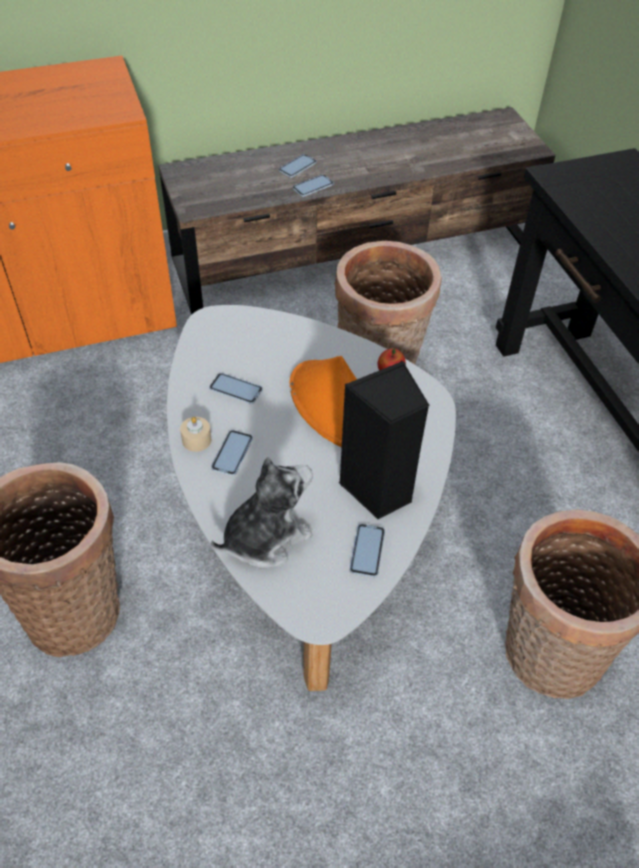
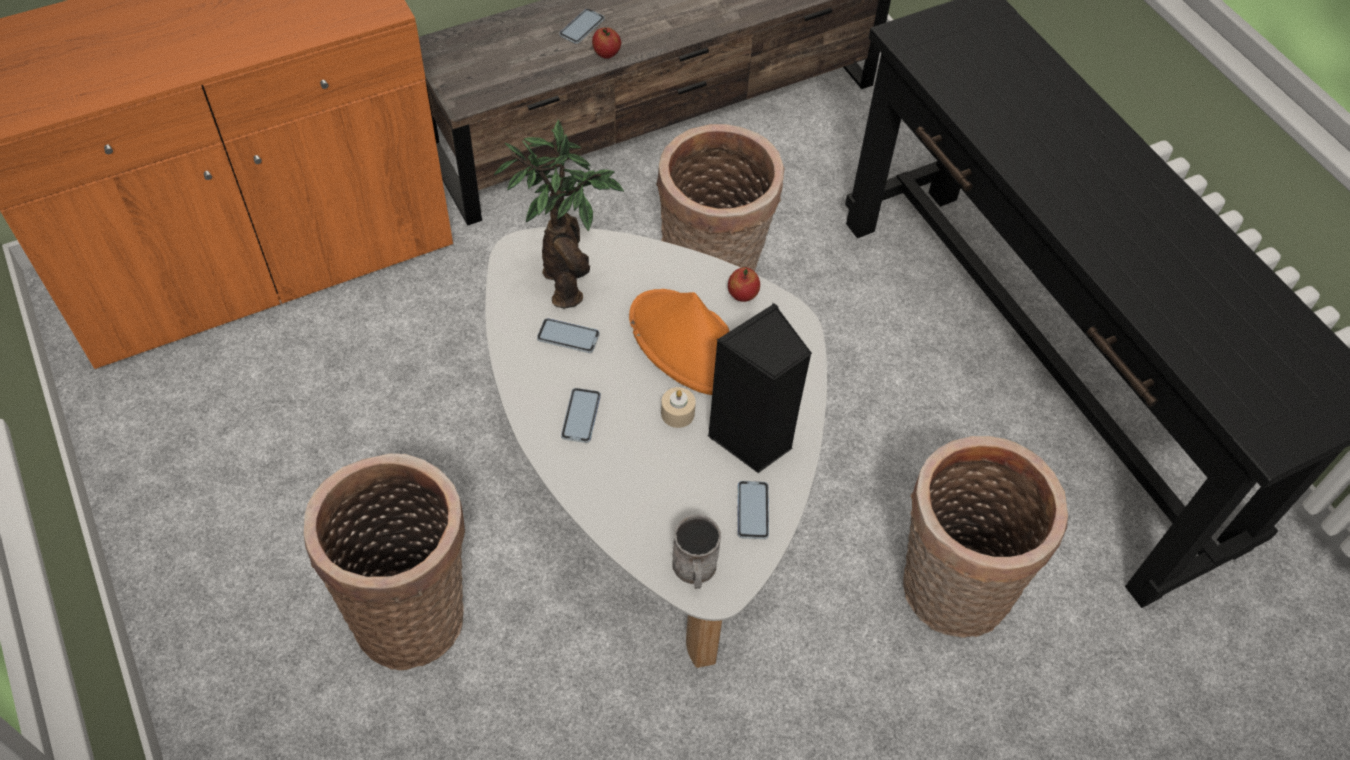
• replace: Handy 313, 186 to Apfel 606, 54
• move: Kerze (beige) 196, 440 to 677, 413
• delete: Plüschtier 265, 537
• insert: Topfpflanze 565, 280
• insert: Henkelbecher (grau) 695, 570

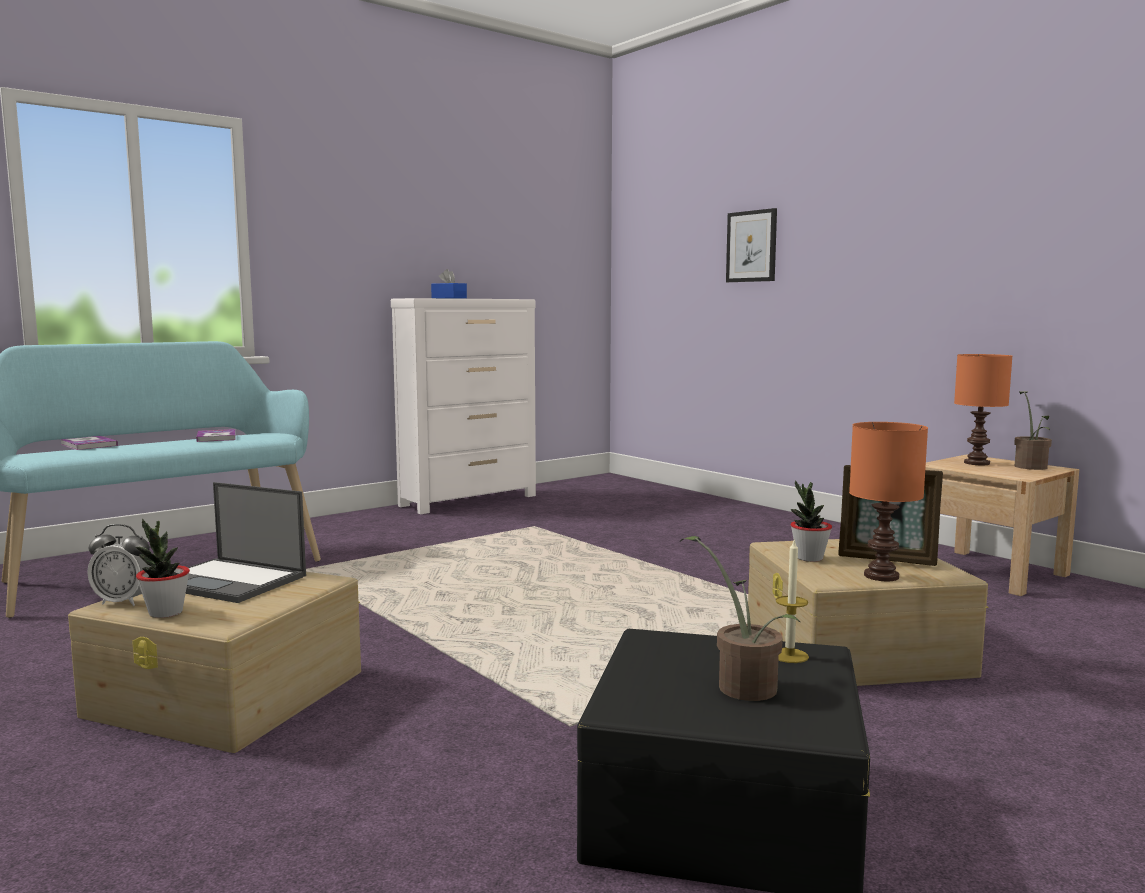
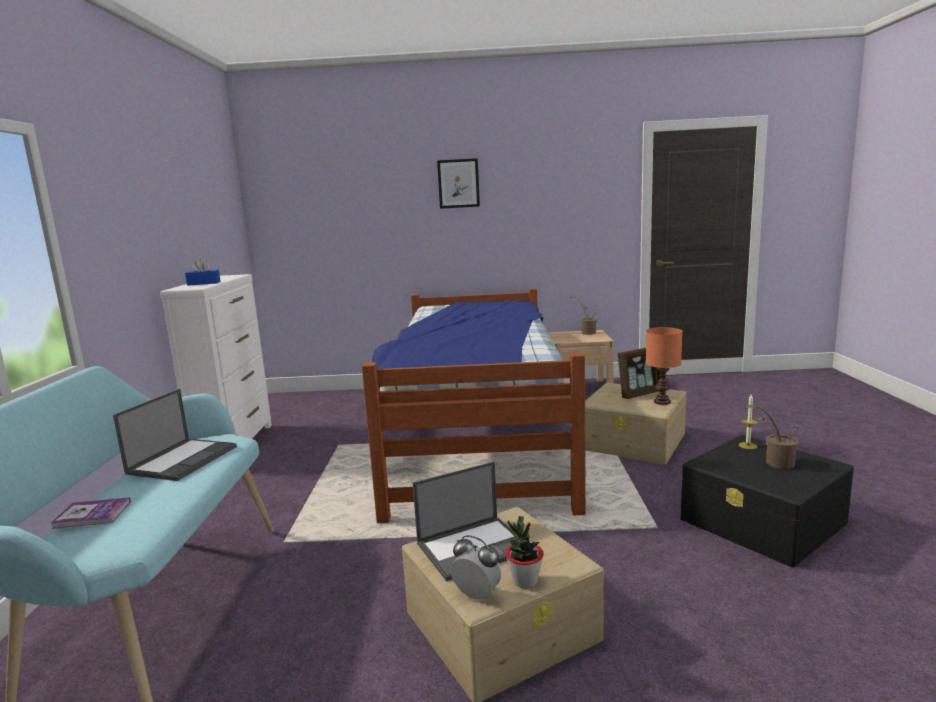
• move: Bild 751, 246 to 458, 183
• delete: Tischlampe (orange) 978, 463
• replace: Buch 216, 437 to Laptop 183, 459
• delete: Topfpflanze 809, 558
• rotate: Wecker 124, 602 = 477, 595 105 degrees counterclockwise
• insert: Bett 477, 434

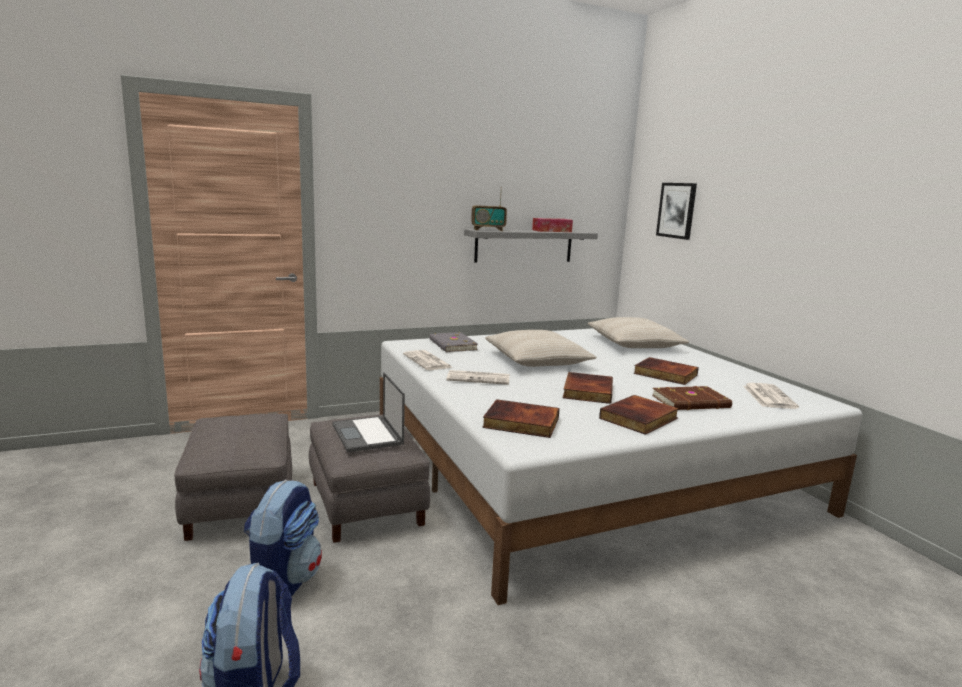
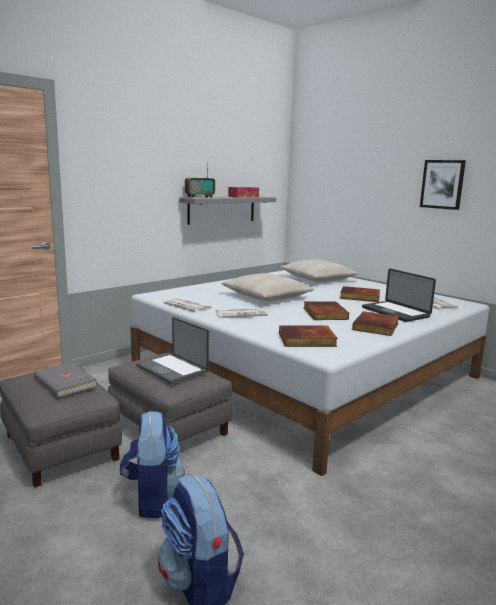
• move: Bild 677, 210 to 442, 184
• move: Buch (grau) 452, 345 to 64, 383
• replace: Buch (braun) 691, 402 to Laptop 395, 312

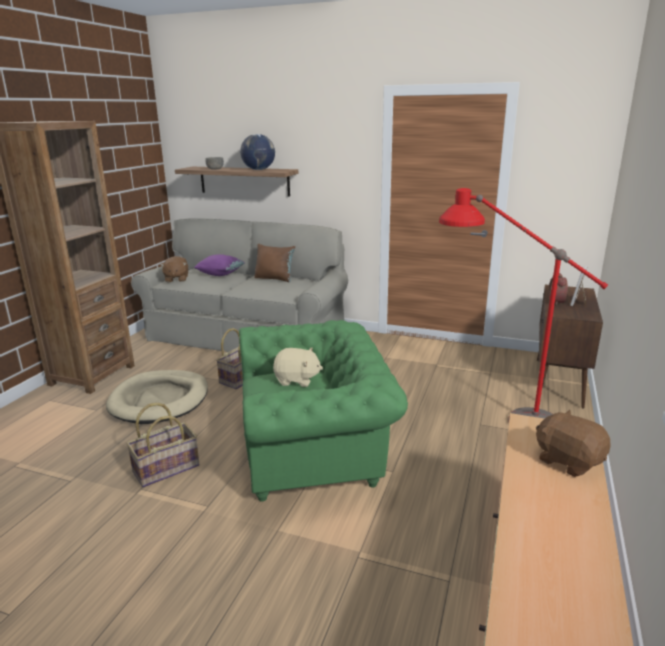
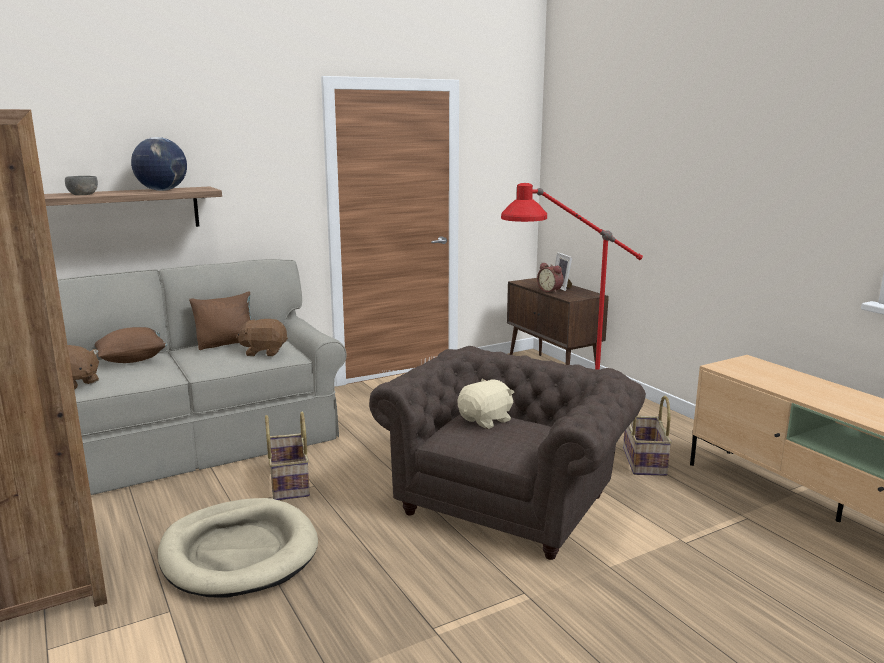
• recolor: Kissen (lila) 220, 274 to Kissen (braun) 132, 360
• recolor: Sessel (grün) 316, 452 to Sessel (braun) 508, 501
• move: Korb 166, 468 to 643, 461
• move: Plüschtier (braun) 568, 461 to 264, 352

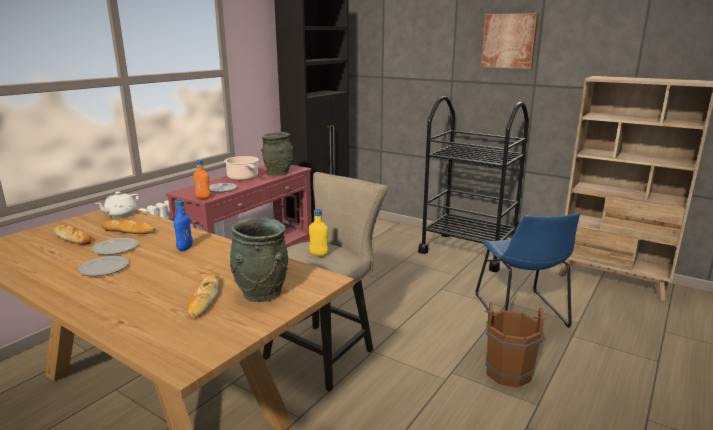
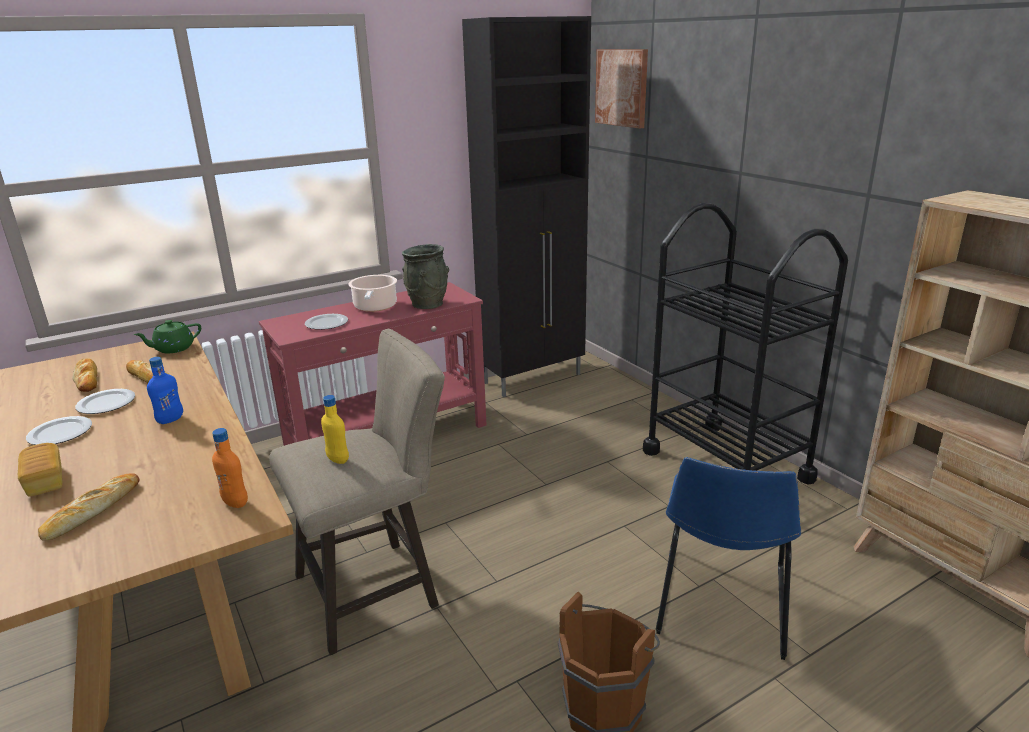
• move: Bild 509, 41 to 622, 87
• move: Flasche (orange) 203, 198 to 235, 502
• recolor: Teekanne (weiß) 120, 214 to Teekanne (grün) 173, 349
• delete: Vase (grau) 261, 293
• insert: Brot 45, 481

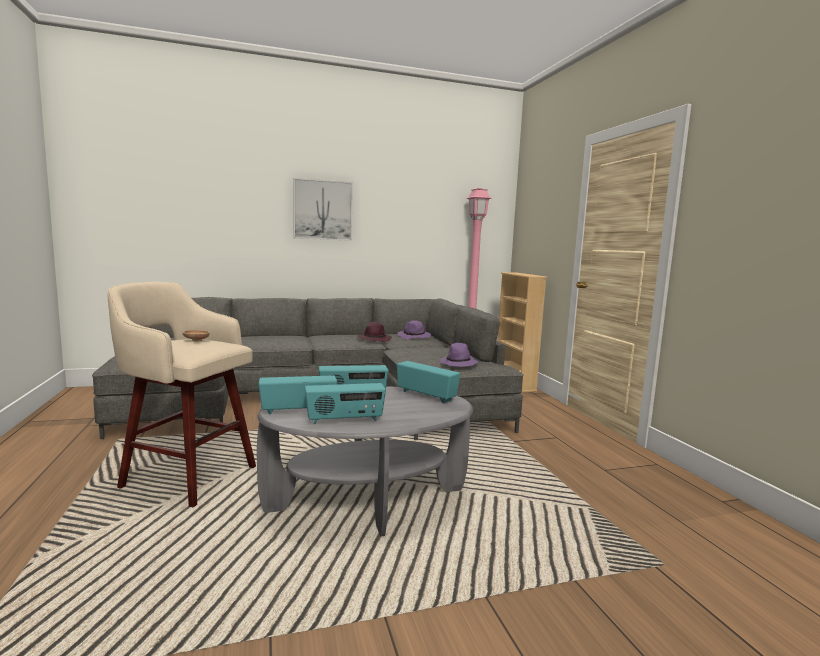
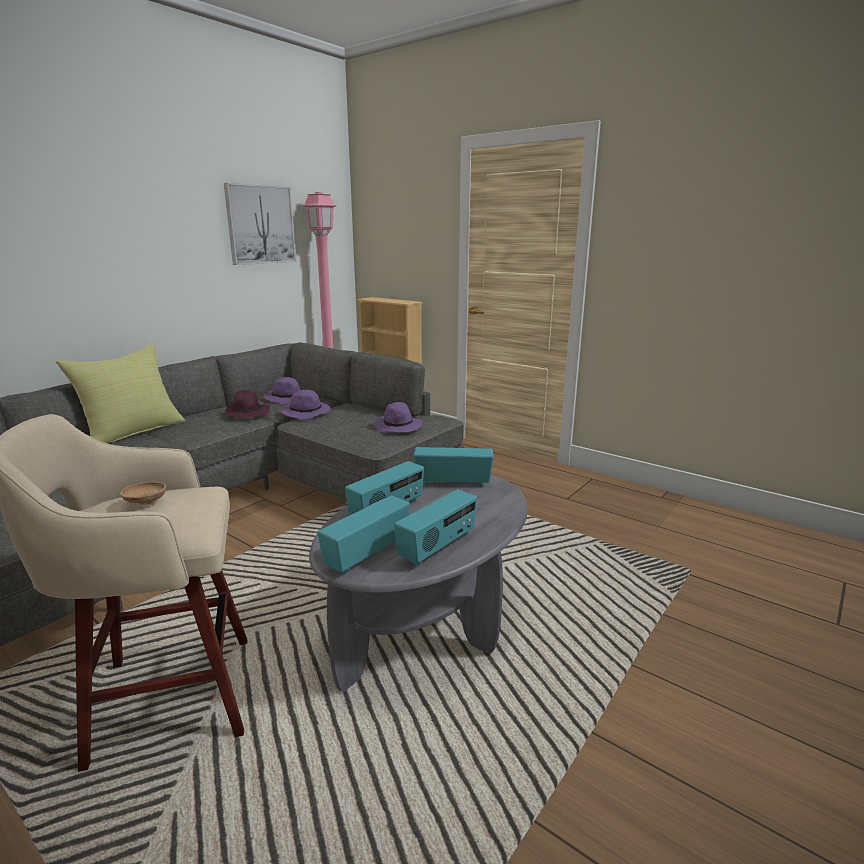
• move: Bild 322, 210 to 260, 225
• insert: Kissen (gelb) 133, 432
• insert: Hut (lila) 307, 413

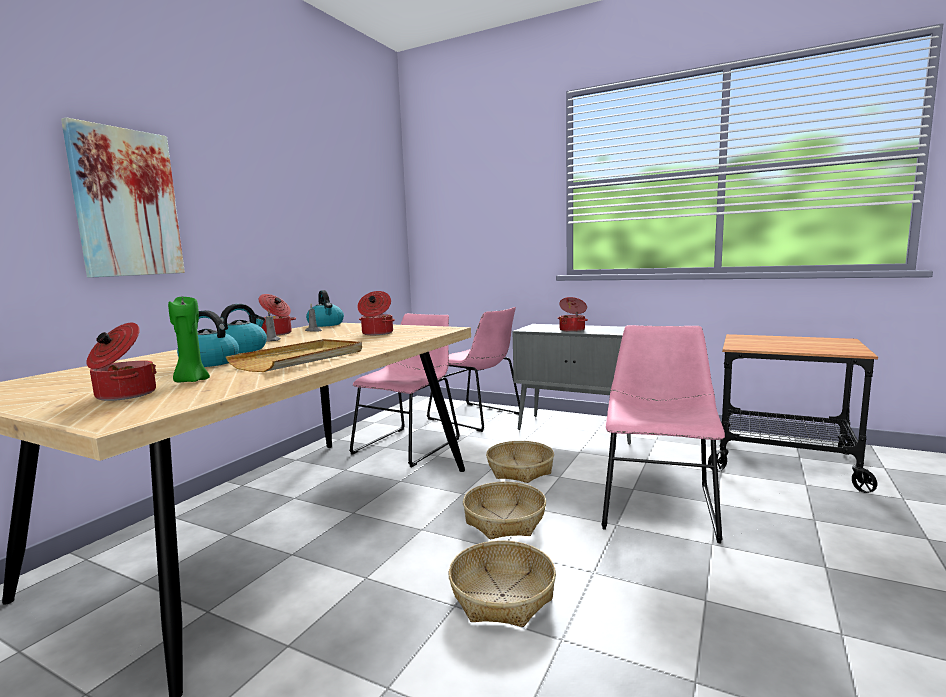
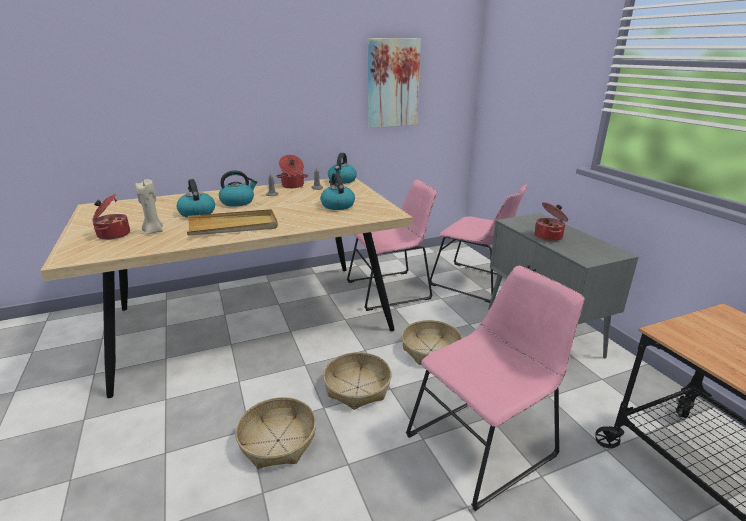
• move: Bild 126, 203 to 392, 83
• replace: Kochtopf 377, 333 to Wasserkessel 337, 205
• recolor: Kerze (grün) 191, 381 to Kerze (beige) 153, 231
• rotate: Stuhl (rosa) 477, 417 = 475, 283 45 degrees counterclockwise

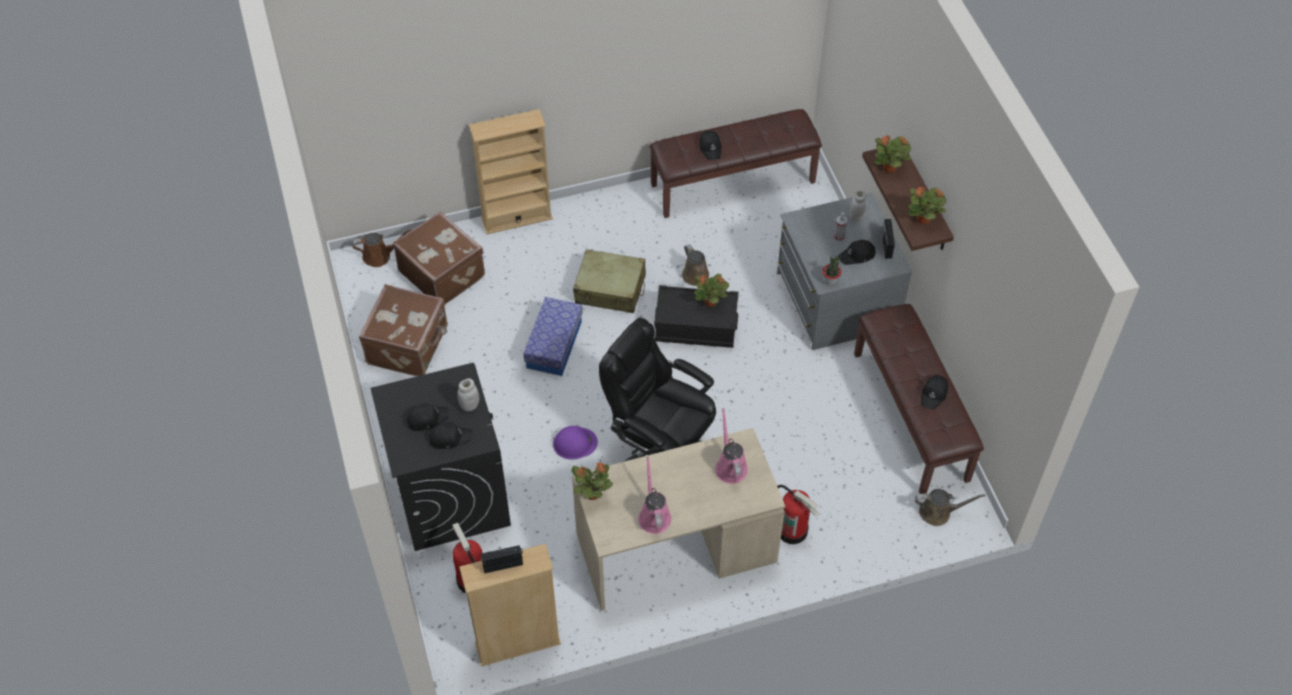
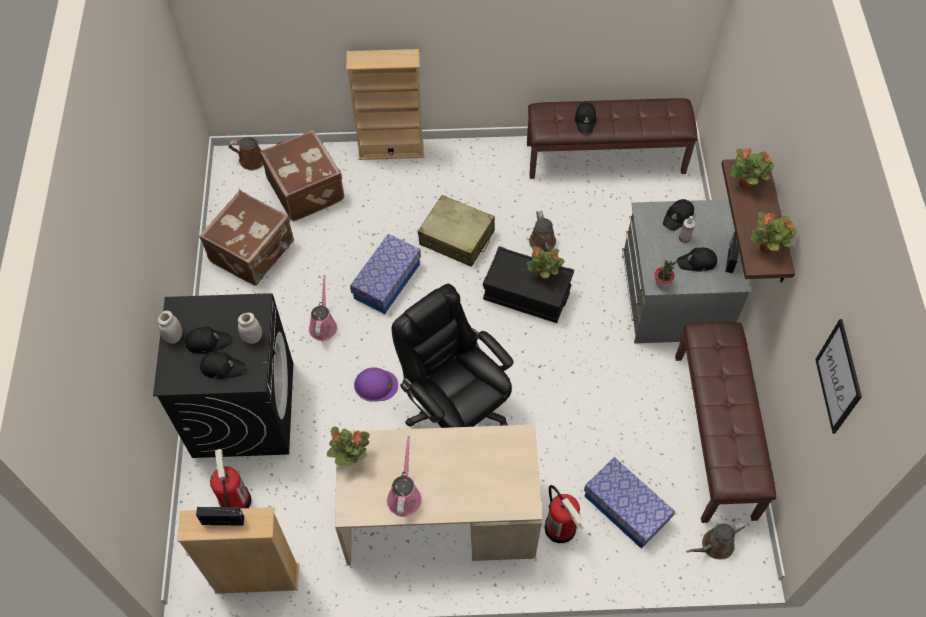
• move: Vorratsglas (weiß) 856, 217 to 174, 337
• move: Kappe (schwarz) 934, 394 to 678, 217
• move: Gießkanne (rosa) 730, 466 to 323, 325
• rotate: Gießkanne (braun) 938, 512 = 714, 546 135 degrees clockwise
• insert: Bild 838, 377
• insert: Aufbewahrungsbox 626, 508

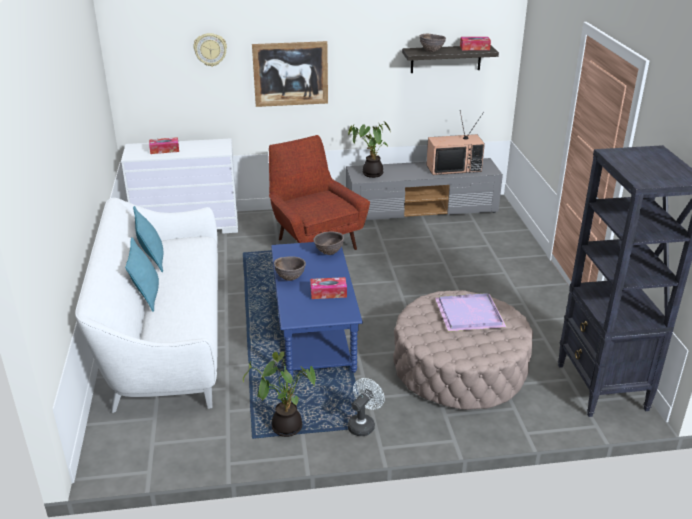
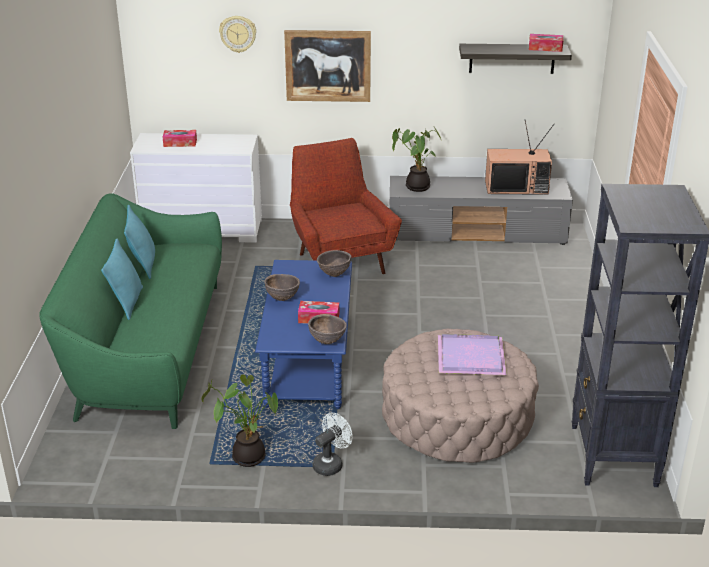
• move: Schüssel (braun) 431, 51 to 327, 341
• recolor: Sofa (weiß) 165, 336 to Sofa (grün) 147, 349

